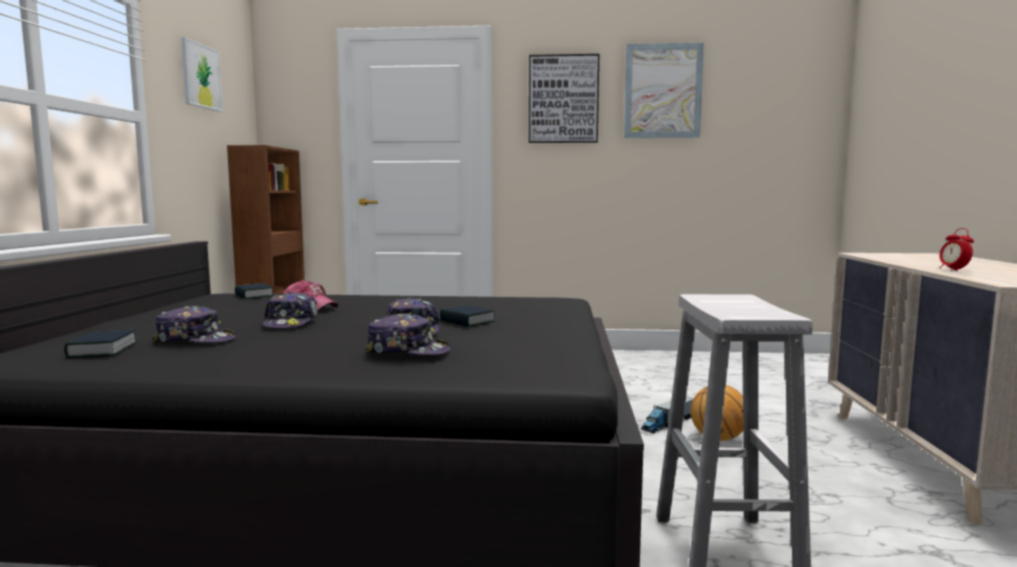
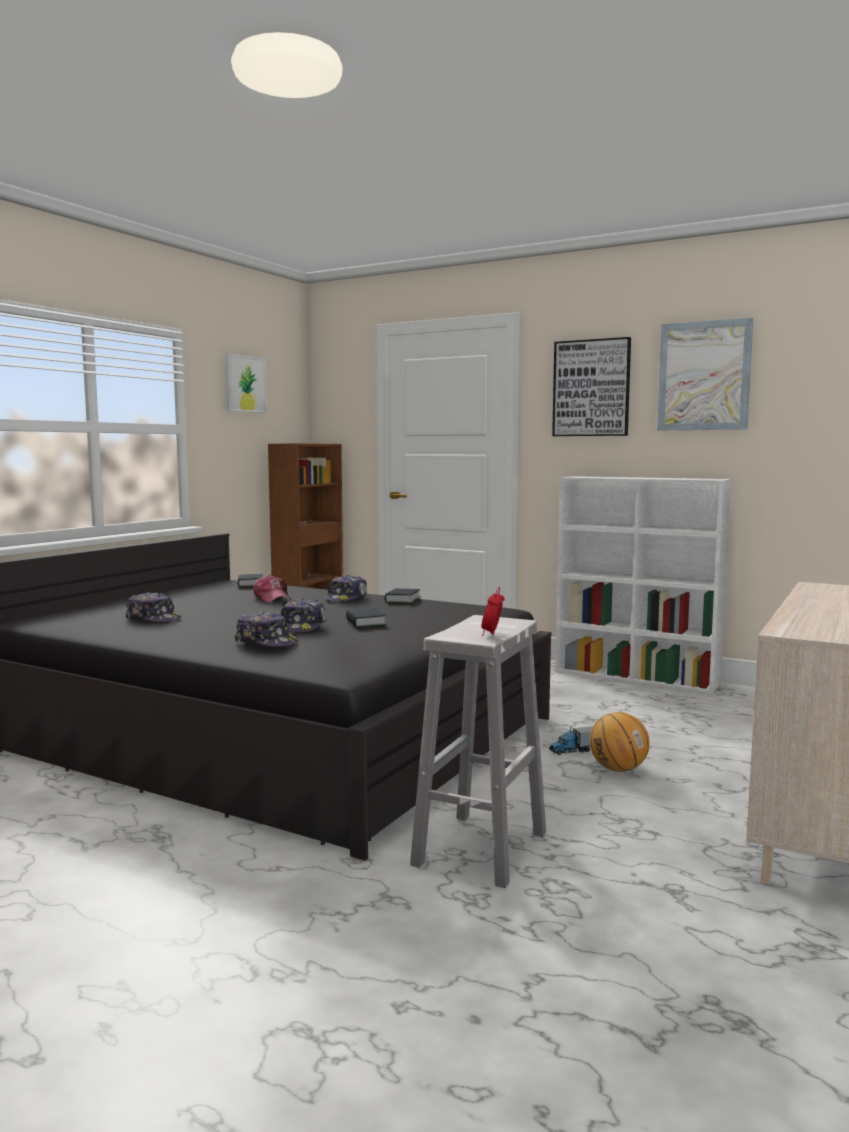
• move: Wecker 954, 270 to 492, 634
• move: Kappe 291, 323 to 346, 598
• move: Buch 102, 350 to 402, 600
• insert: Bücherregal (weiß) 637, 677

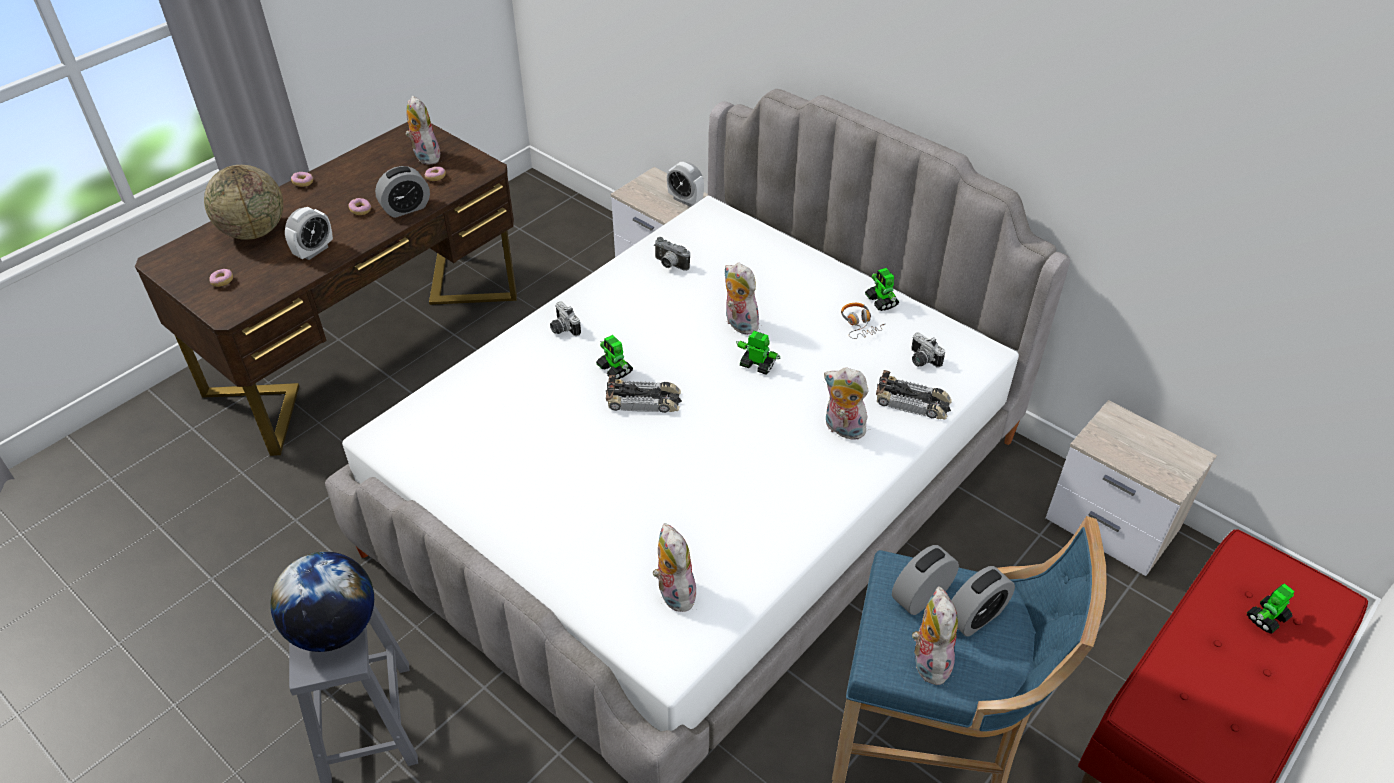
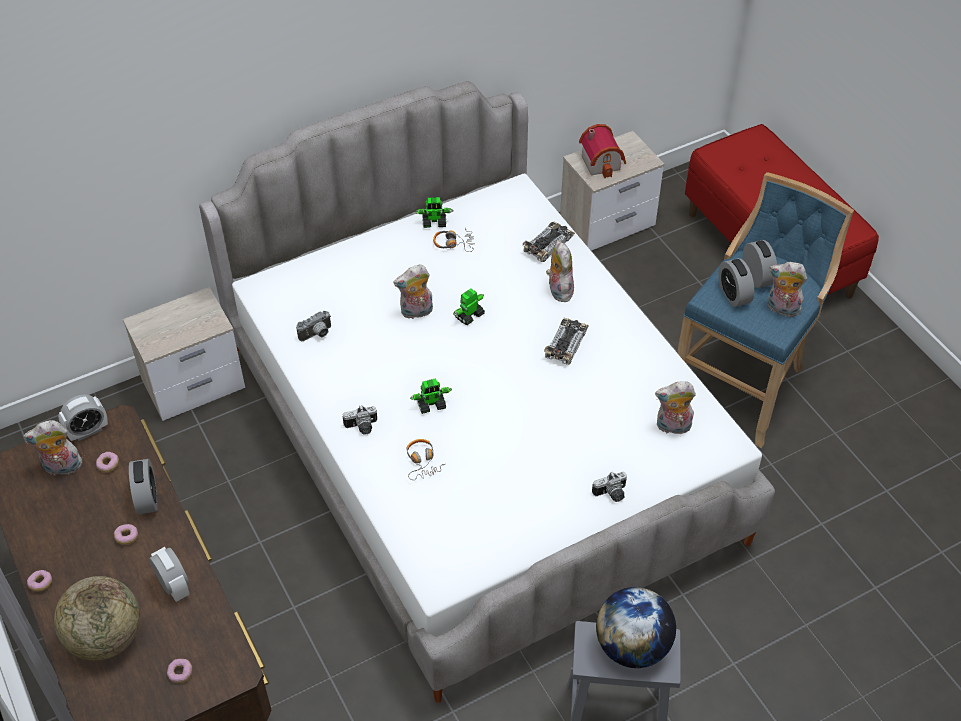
• move: Wecker 685, 200 to 88, 431
• move: Kamera 921, 360 to 611, 494
• rotate: Plüschtier 842, 429 = 558, 290 120 degrees clockwise
• move: Spielzeugauto 644, 400 to 566, 343
• delete: Spielzeugroboter 1266, 618
• insert: Spielzeughaus 603, 161
• insert: Kopfhörer 422, 462

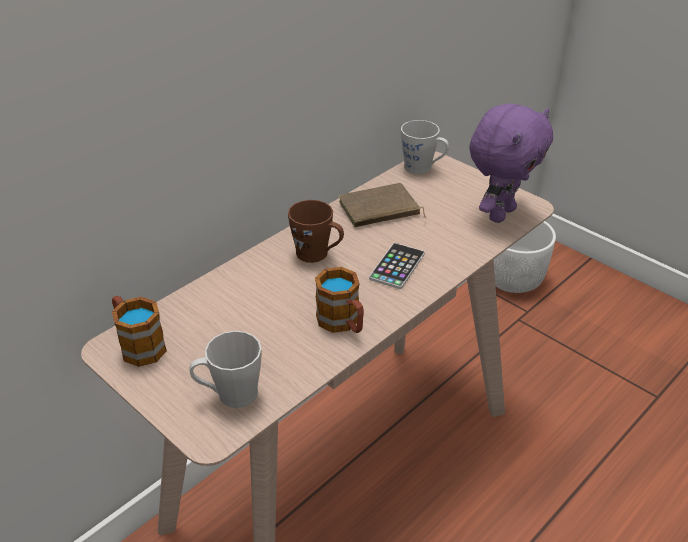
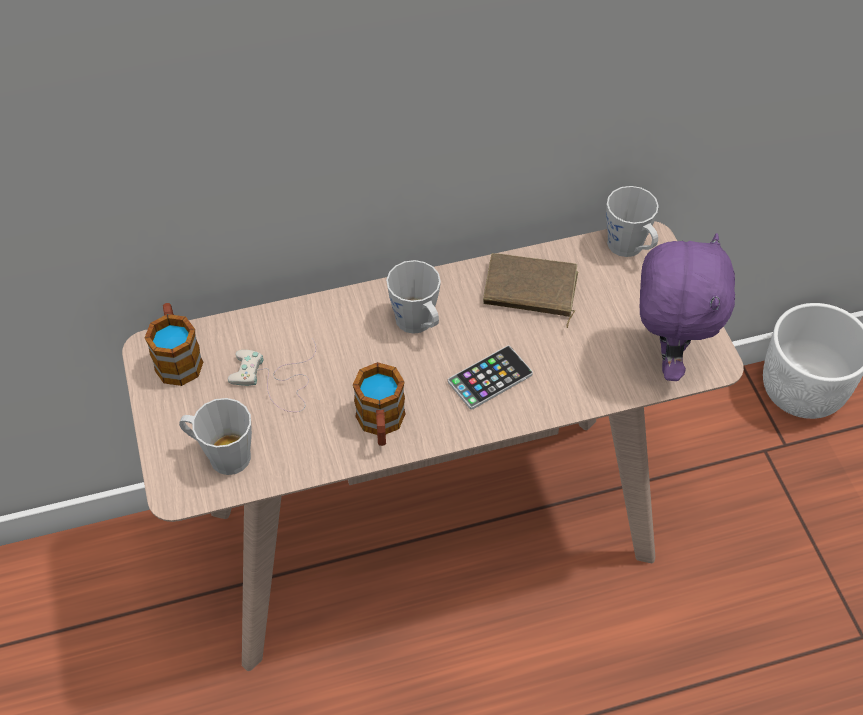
• rotate: Plüschtier (lila) 500, 213 = 666, 356 60 degrees counterclockwise
• recolor: Henkelbecher (braun) 317, 255 to Henkelbecher (grau) 418, 324
• insert: Gamepad (weiß) 277, 380

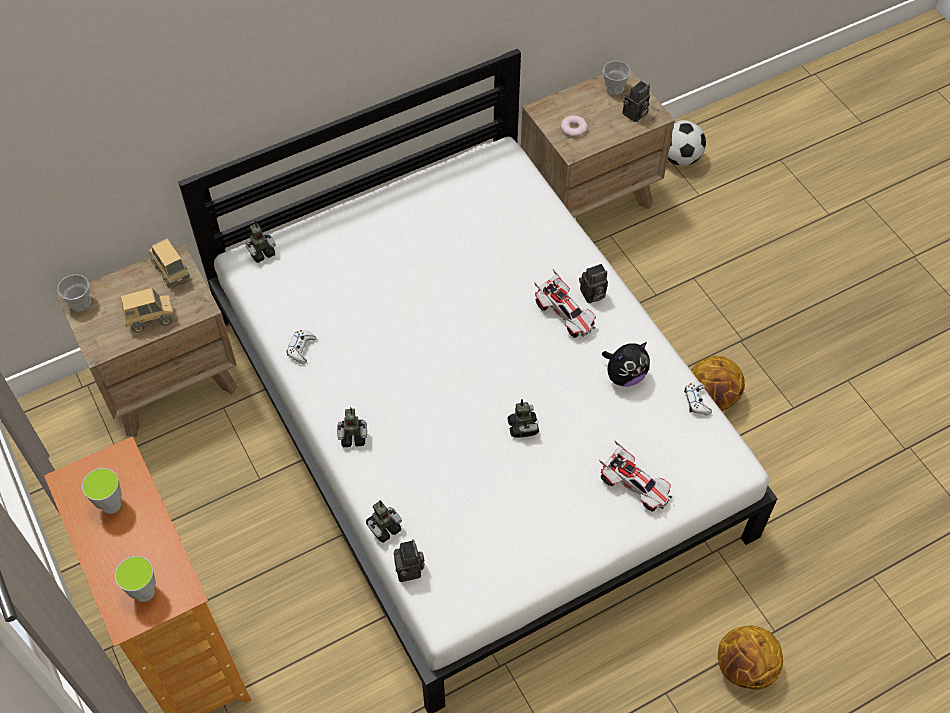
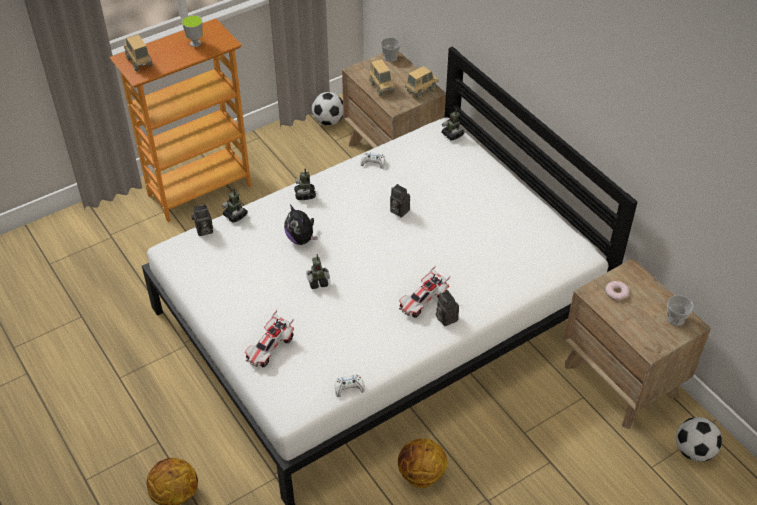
• move: Kamera 635, 115 to 398, 211
• move: Plüschtier 624, 376 to 301, 239
• replace: Tasse 144, 592 to Spielzeuglaster 139, 62
• insert: Fußball 328, 121

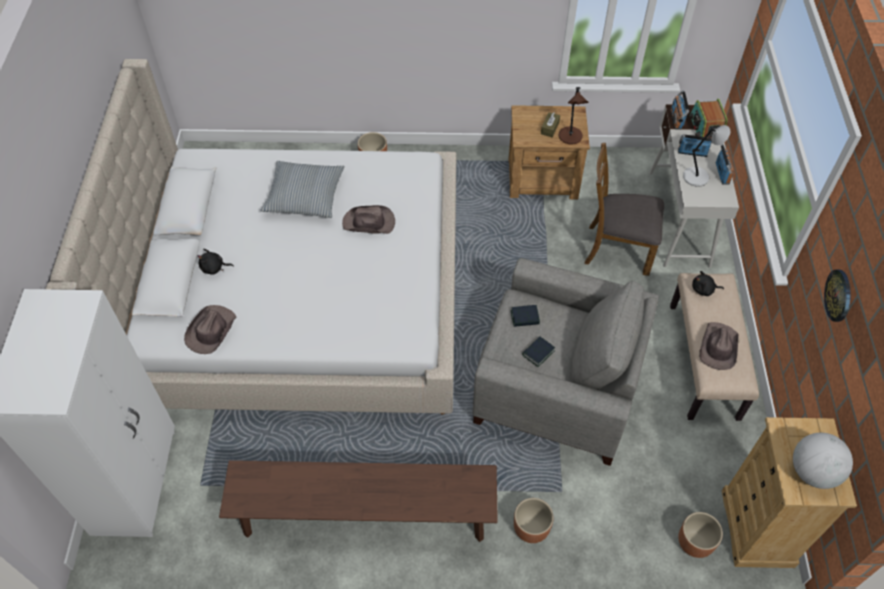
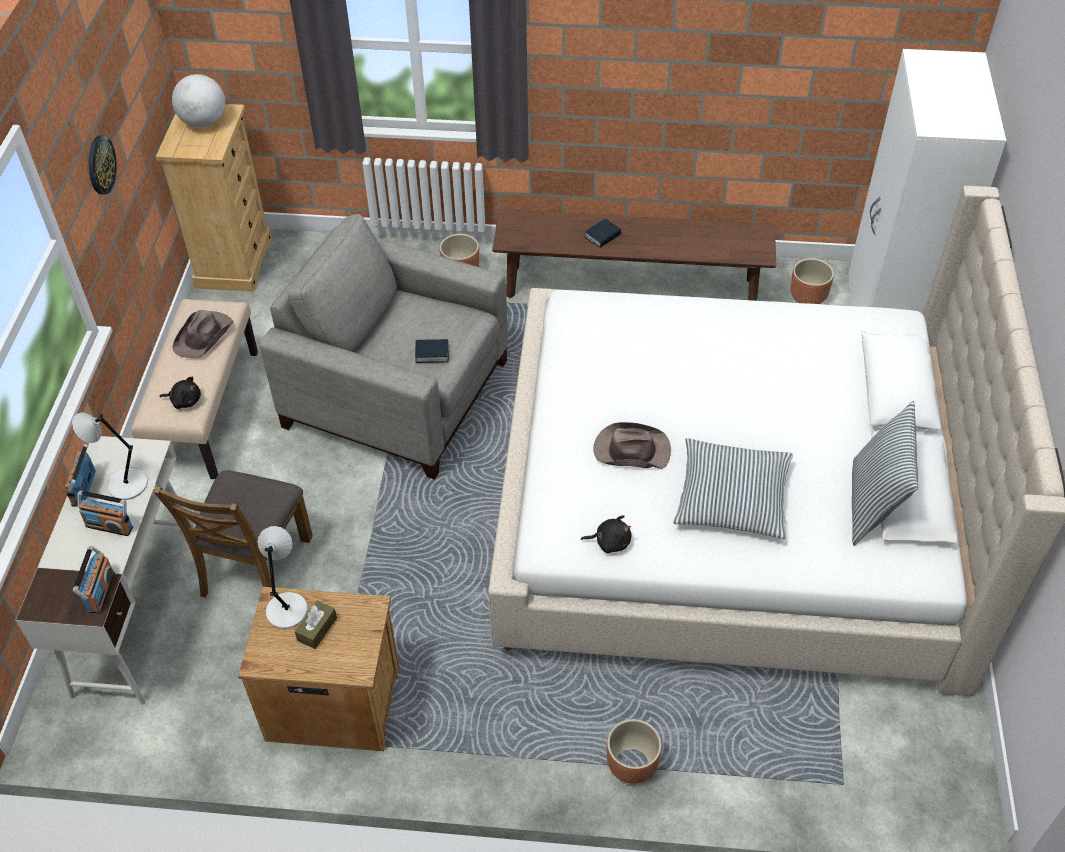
• recolor: Tischlampe (braun) 570, 137 to Tischlampe (grau) 287, 608
• delete: Radio 705, 128
• rotate: Stuhl (braun) 617, 249 = 255, 566 90 degrees clockwise
• move: Plüschtier (schwarz) 214, 268 to 610, 542
• delete: Hut (braun) 210, 331
• move: Buch 538, 353 to 602, 236
• move: Pflanzkübel (braun) 694, 543 to 808, 297
• insert: Kissen 873, 504

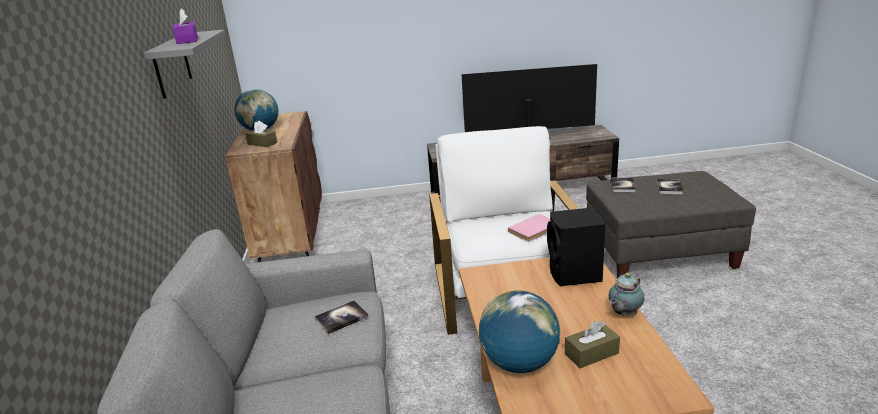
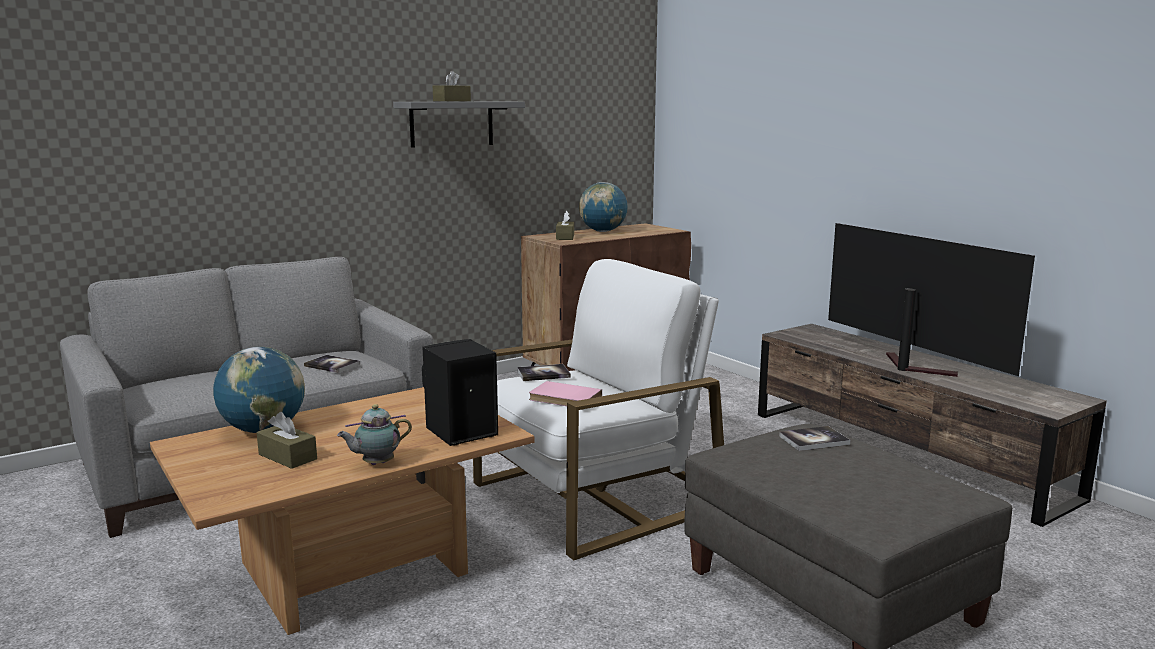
• recolor: Taschentuchbox (lila) 187, 40 to Taschentuchbox (braun) 452, 101
• move: Buch 669, 187 to 543, 374
• rotate: Teekanne 623, 314 = 376, 464 45 degrees counterclockwise

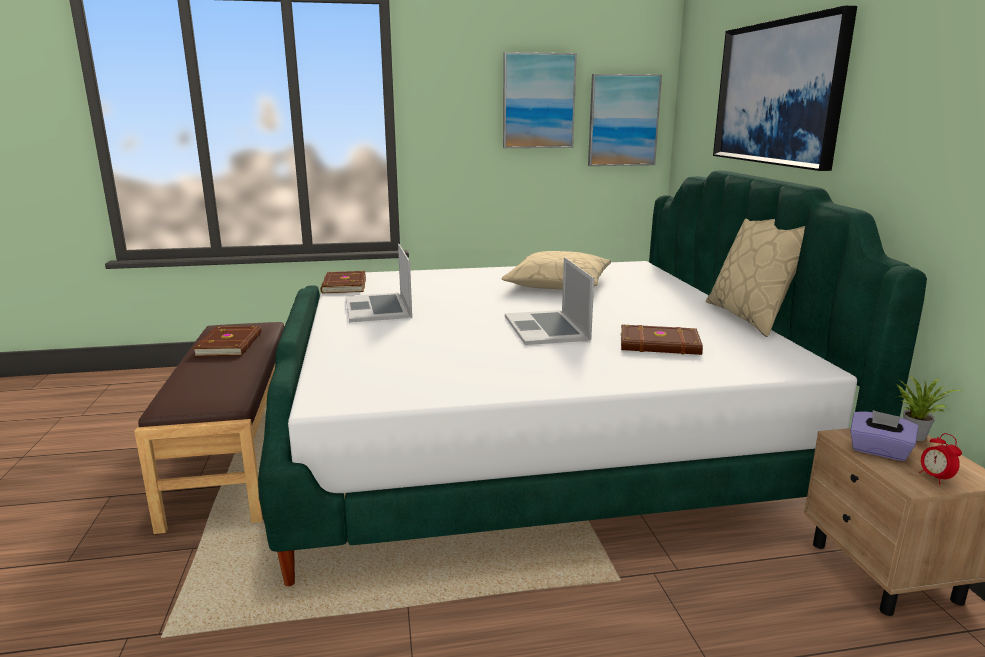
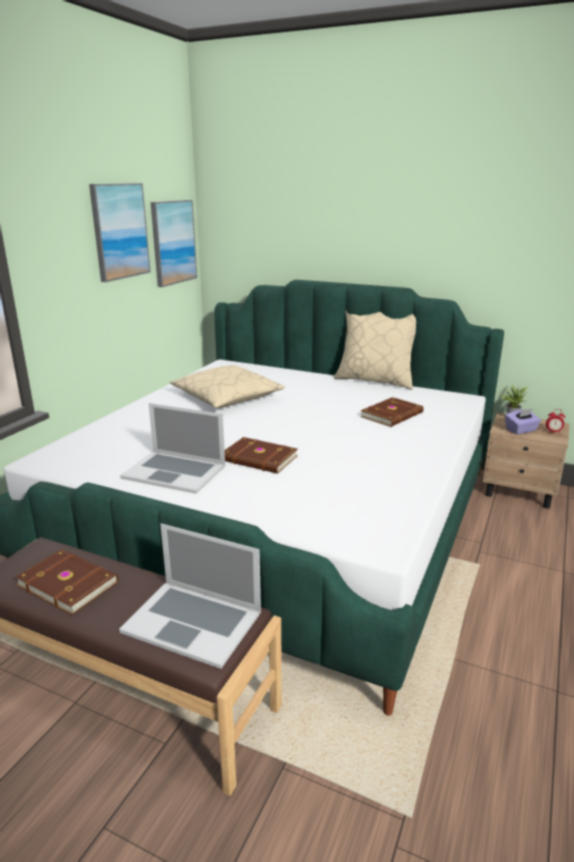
• delete: Bild 778, 93
• move: Laptop 546, 328 to 192, 621
• move: Buch (braun) 343, 285 to 259, 459

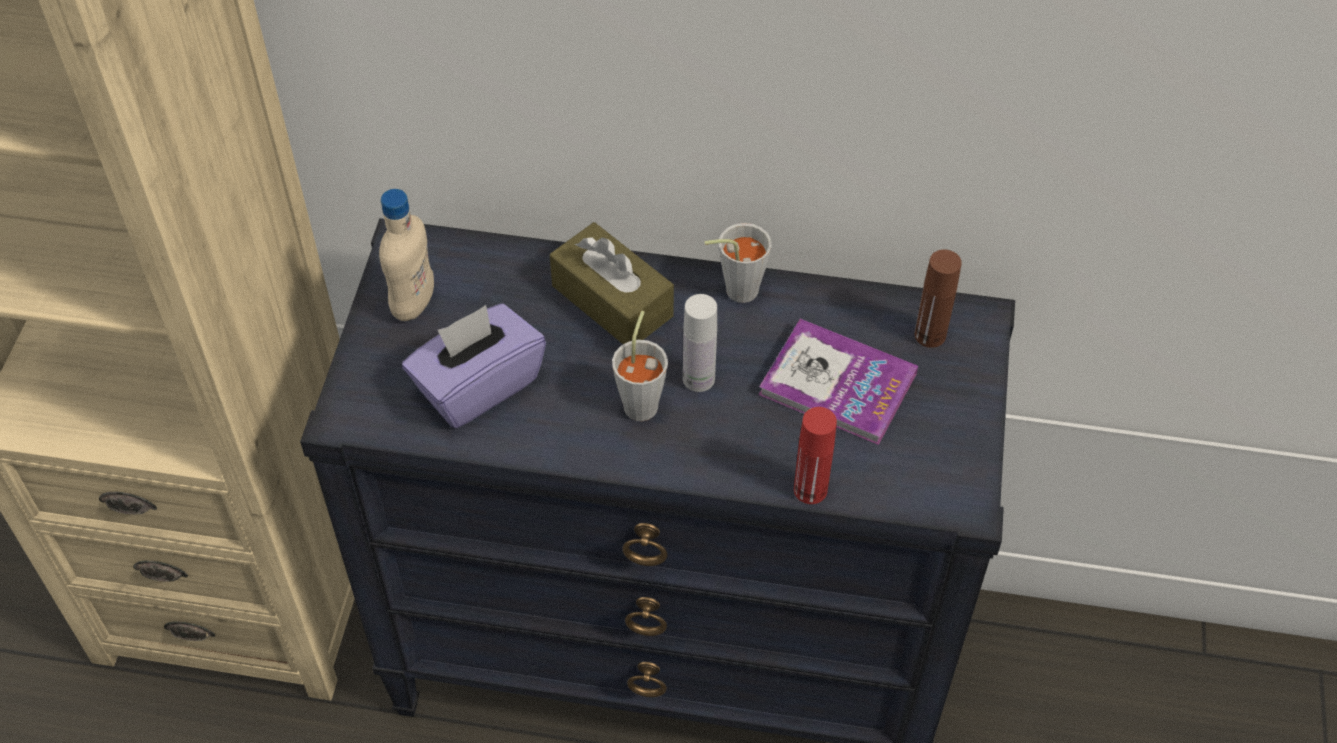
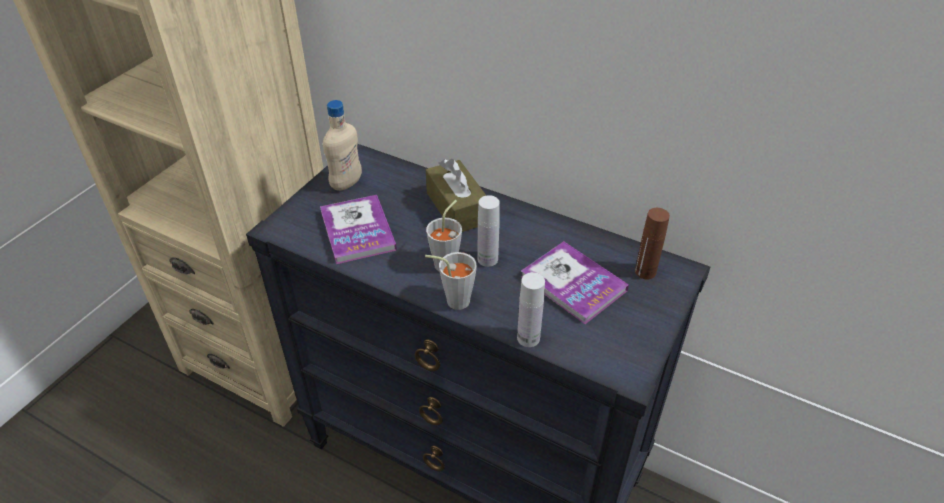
• move: Tasse (grau) 734, 291 to 452, 300
• replace: Taschentuchbox (lila) 477, 385 to Buch 357, 231
• recolor: Flasche (rot) 810, 490 to Flasche (weiß) 528, 338

